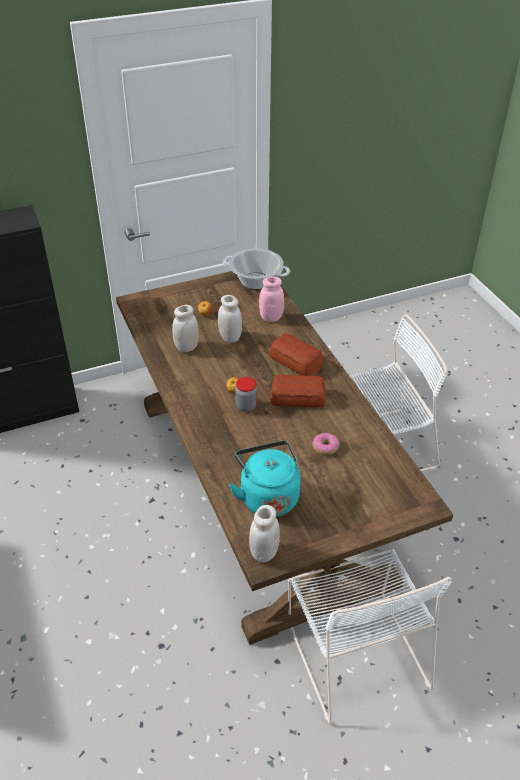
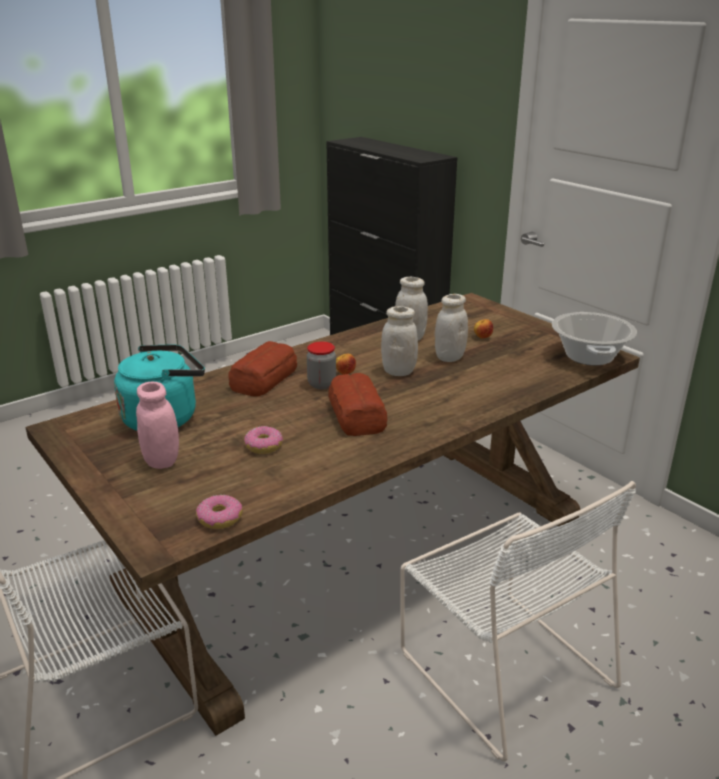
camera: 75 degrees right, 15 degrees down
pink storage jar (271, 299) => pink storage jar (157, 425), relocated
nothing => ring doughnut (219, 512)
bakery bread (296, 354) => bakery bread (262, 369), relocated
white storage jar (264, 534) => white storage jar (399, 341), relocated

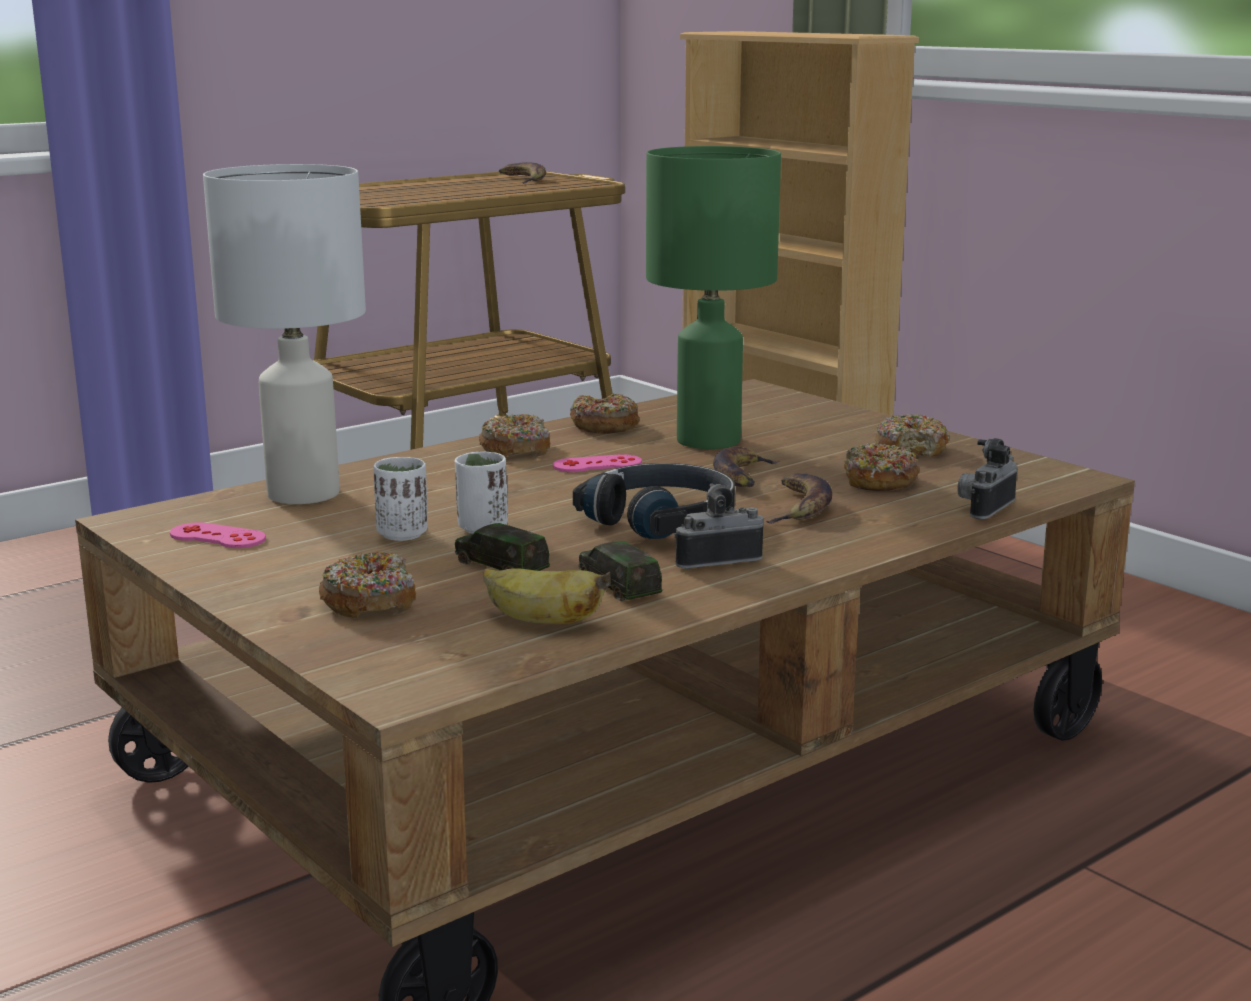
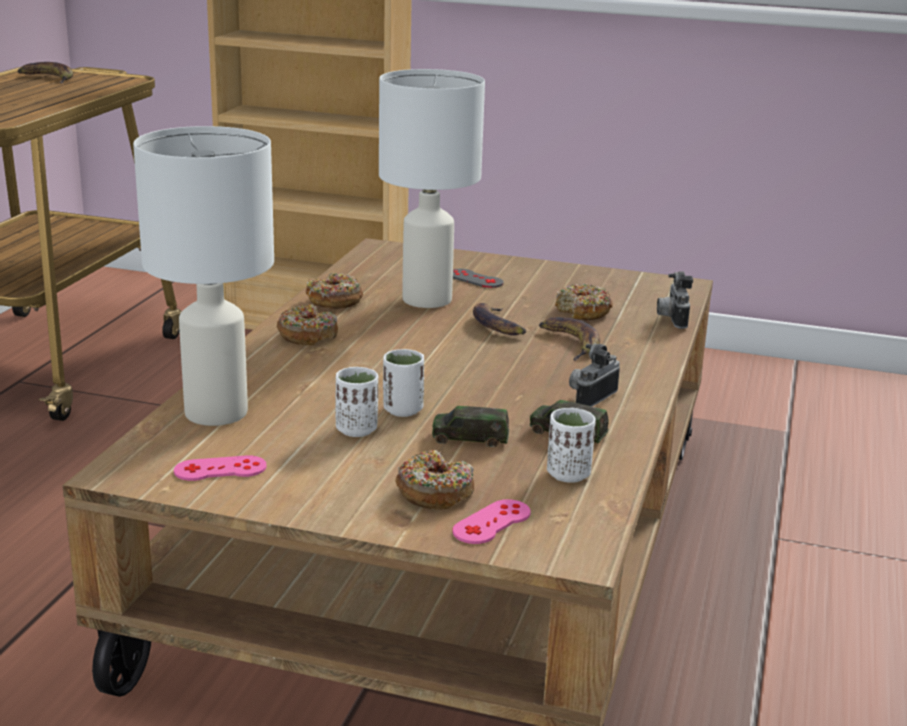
camera: 35 degrees left, 5 degrees up
greenish lamp for a table (713, 297) => white lamp for a table (432, 188)
pink gamepad (597, 463) => pink gamepad (491, 521), relocated
nothing => greyish gamepad (478, 278)
whole banana (547, 596) => white cup (571, 445)
black pair of headphones (654, 501) => nothing
ring doughnut (912, 435) => nothing

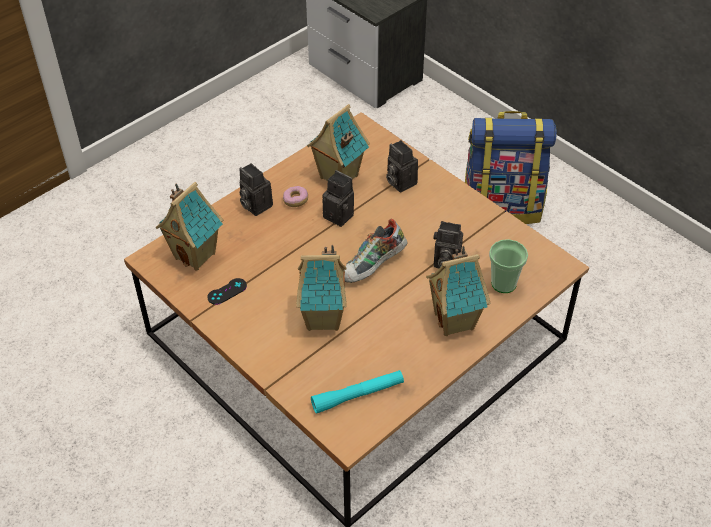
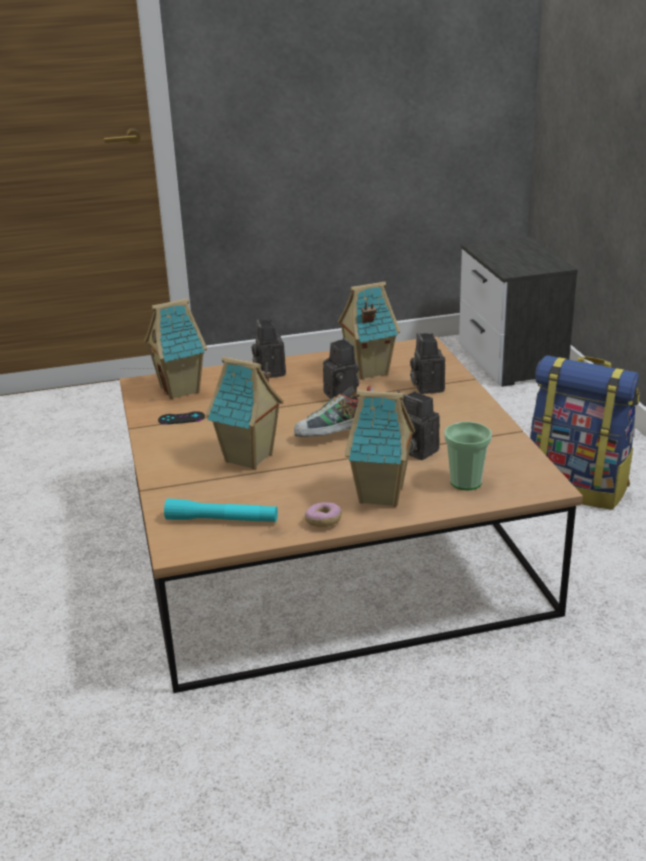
camera: 30 degrees right, 20 degrees down
ring doughnut (295, 196) => ring doughnut (323, 514), relocated

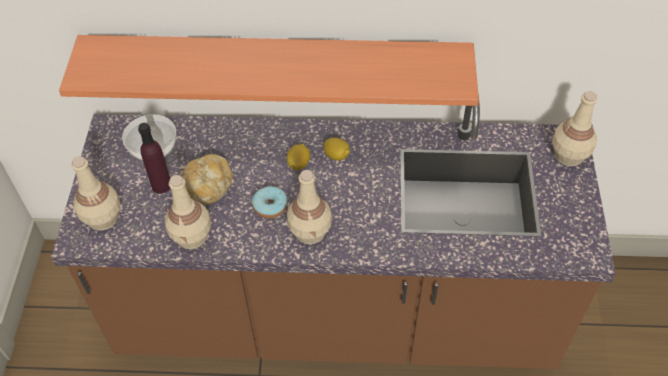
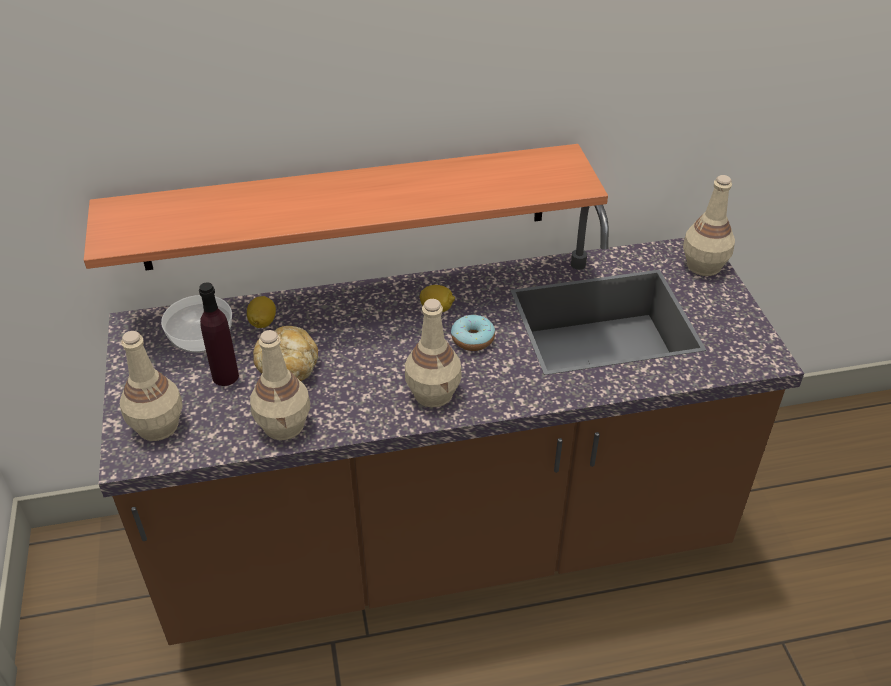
camera: 15 degrees left, 10 degrees down
whole lemon (298, 156) => whole lemon (261, 312), relocated
ring doughnut (270, 202) => ring doughnut (473, 333), relocated

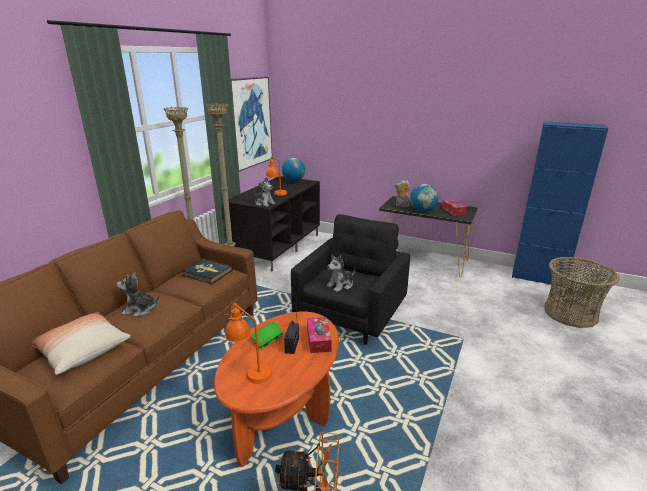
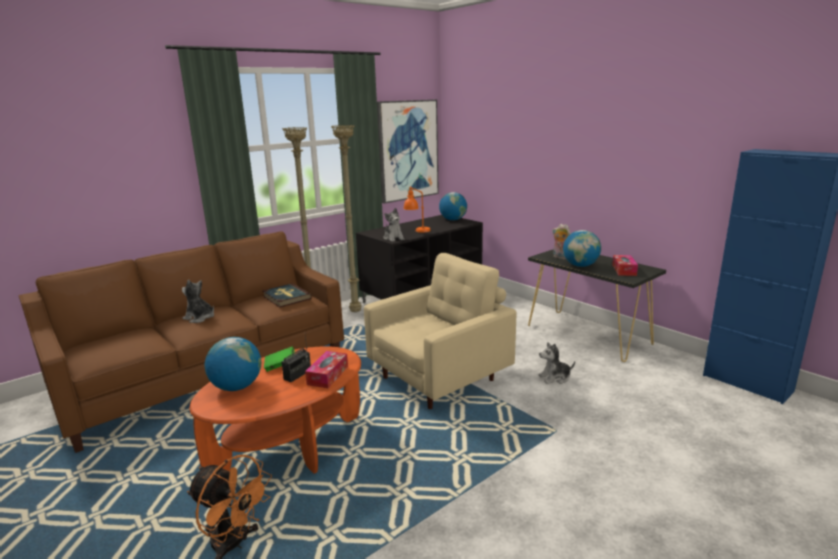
camera: 25 degrees right, 5 degrees down
orange lamp for a table (248, 343) => globe (233, 364)
black armchair (350, 279) => beige armchair (440, 331)
soft toy (341, 273) => soft toy (557, 363), relocated
throw pillow (81, 343) => nothing
storage basket (581, 292) => nothing

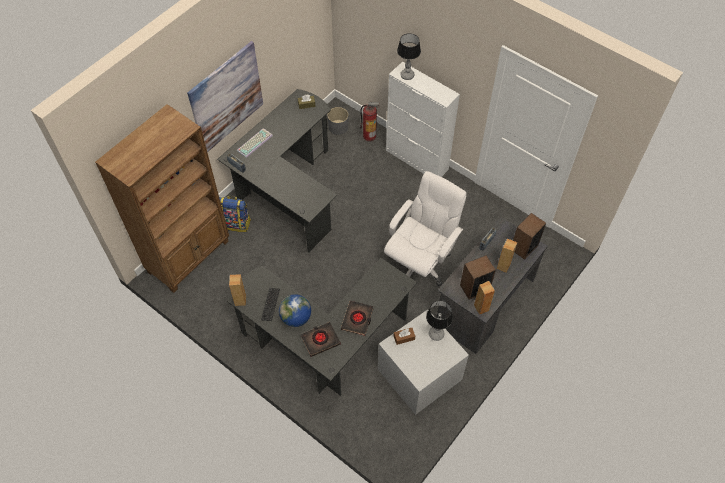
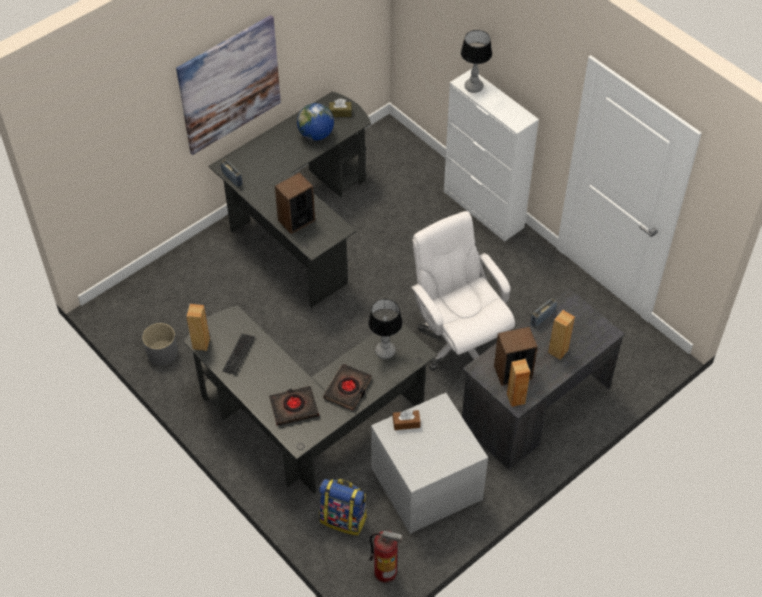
camera: 10 degrees right, 5 degrees down
greyish flower pot (337, 121) => greyish flower pot (160, 344), relocated
speaker (529, 236) => speaker (295, 203), relocated
globe (295, 310) => globe (315, 122), relocated
knapsack (235, 214) => knapsack (343, 507), relocated
lamp for a table (439, 320) => lamp for a table (385, 329), relocated
fire-fighting cylinder (370, 122) => fire-fighting cylinder (385, 556), relocated
white office chair (425, 228) => white office chair (463, 291), 75 degrees counterclockwise
brownish bookcase (162, 198) => nothing
keyboard (255, 143) => nothing

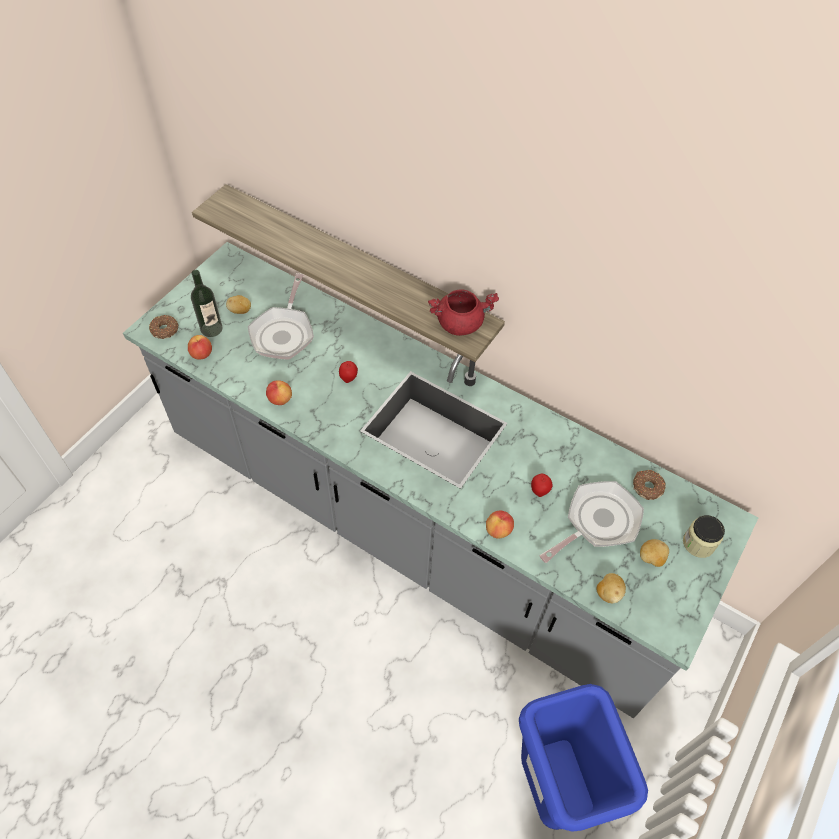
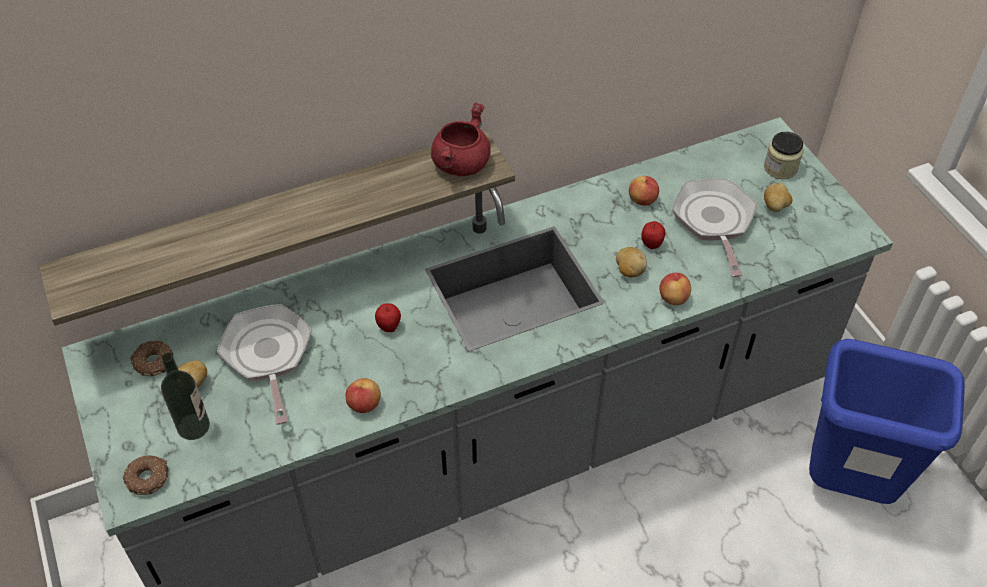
camera: 55 degrees left, 5 degrees down
ring doughnut (649, 485) => ring doughnut (151, 358), relocated
pan (281, 316) => pan (264, 364), 150 degrees counterclockwise
whole potato (611, 588) => whole potato (631, 262), relocated
whole apple (200, 347) => whole apple (644, 191), relocated

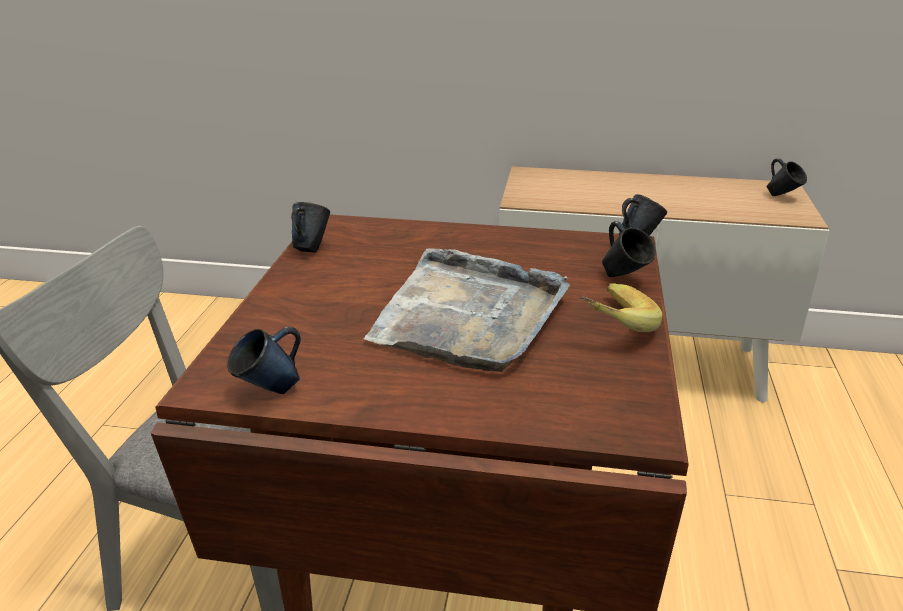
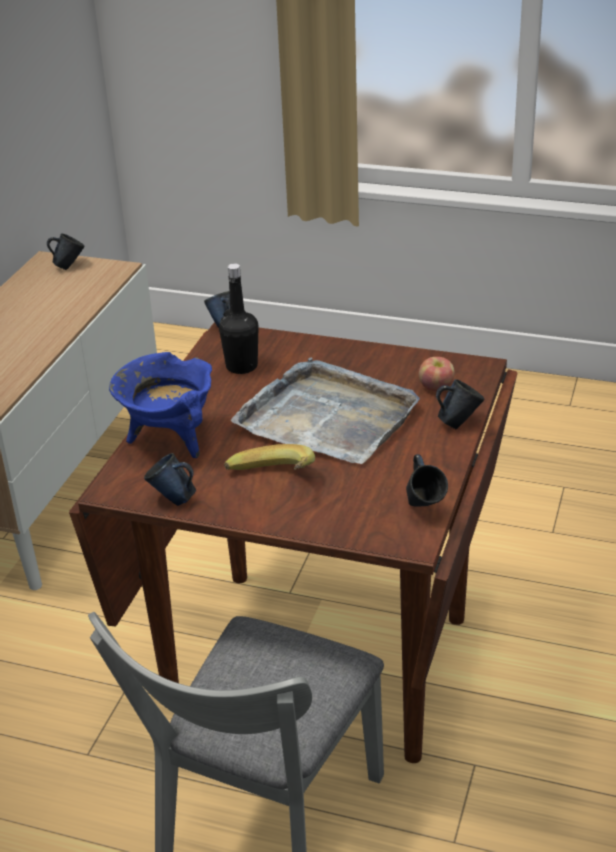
camera: 80 degrees left, 5 degrees up
nothing => blue saucepot (160, 405)
nothing => black bottle (239, 318)
whole banana (621, 307) => whole banana (269, 457), relocated
nothing => whole apple (437, 374)
blue mug (629, 249) => blue mug (460, 404), relocated

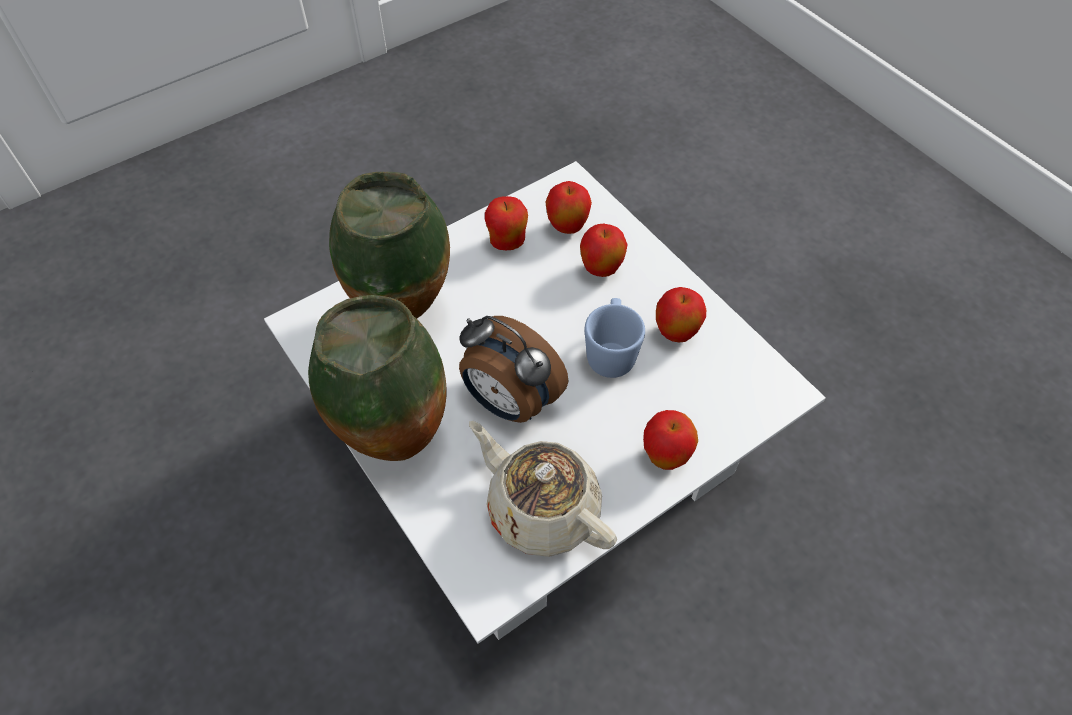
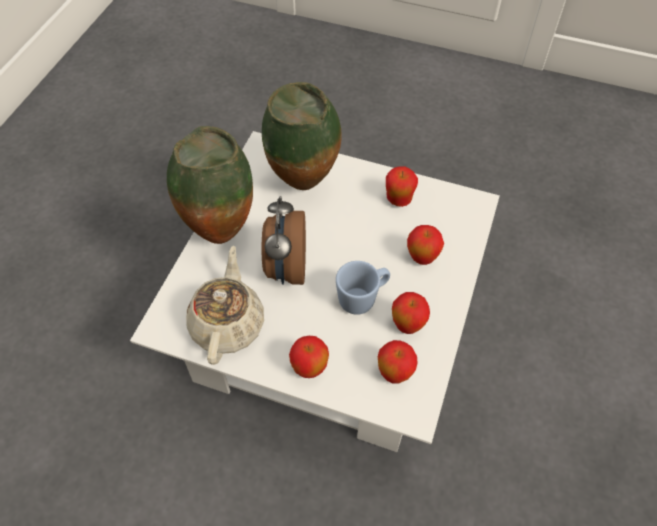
camera: 55 degrees right, 0 degrees up
whole apple (568, 207) => whole apple (398, 362), relocated

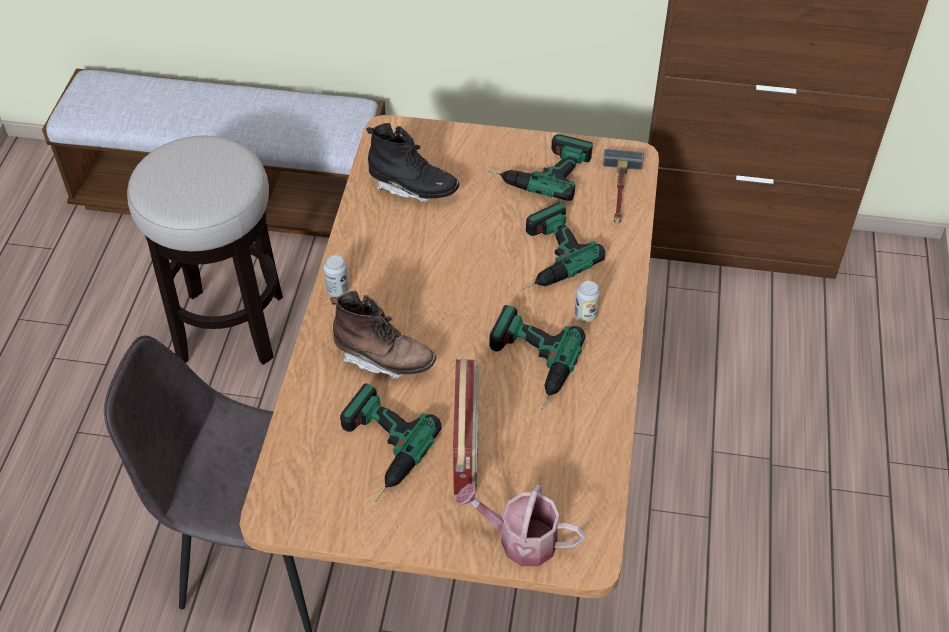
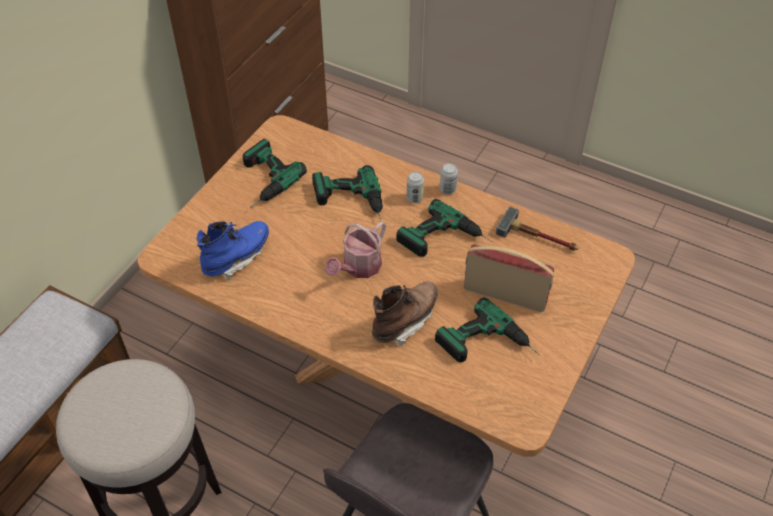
camera: 70 degrees left, 0 degrees up
black boot (412, 162) => blue boot (233, 250)
watering pot (520, 525) => watering pot (355, 250), relocated
can (336, 275) => can (449, 179), relocated
tool hammer (623, 186) => tool hammer (537, 228), relocated

